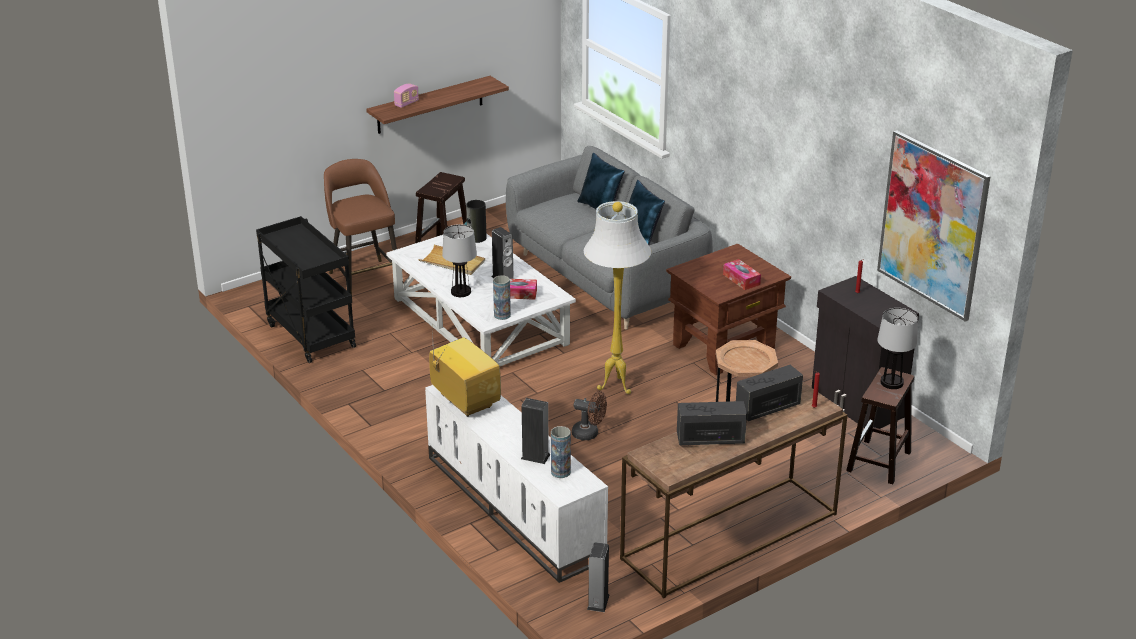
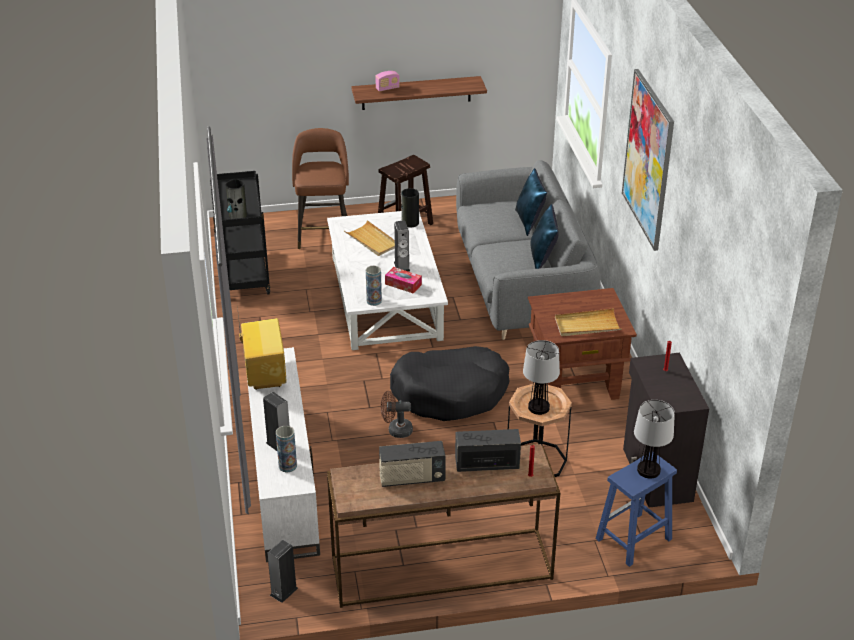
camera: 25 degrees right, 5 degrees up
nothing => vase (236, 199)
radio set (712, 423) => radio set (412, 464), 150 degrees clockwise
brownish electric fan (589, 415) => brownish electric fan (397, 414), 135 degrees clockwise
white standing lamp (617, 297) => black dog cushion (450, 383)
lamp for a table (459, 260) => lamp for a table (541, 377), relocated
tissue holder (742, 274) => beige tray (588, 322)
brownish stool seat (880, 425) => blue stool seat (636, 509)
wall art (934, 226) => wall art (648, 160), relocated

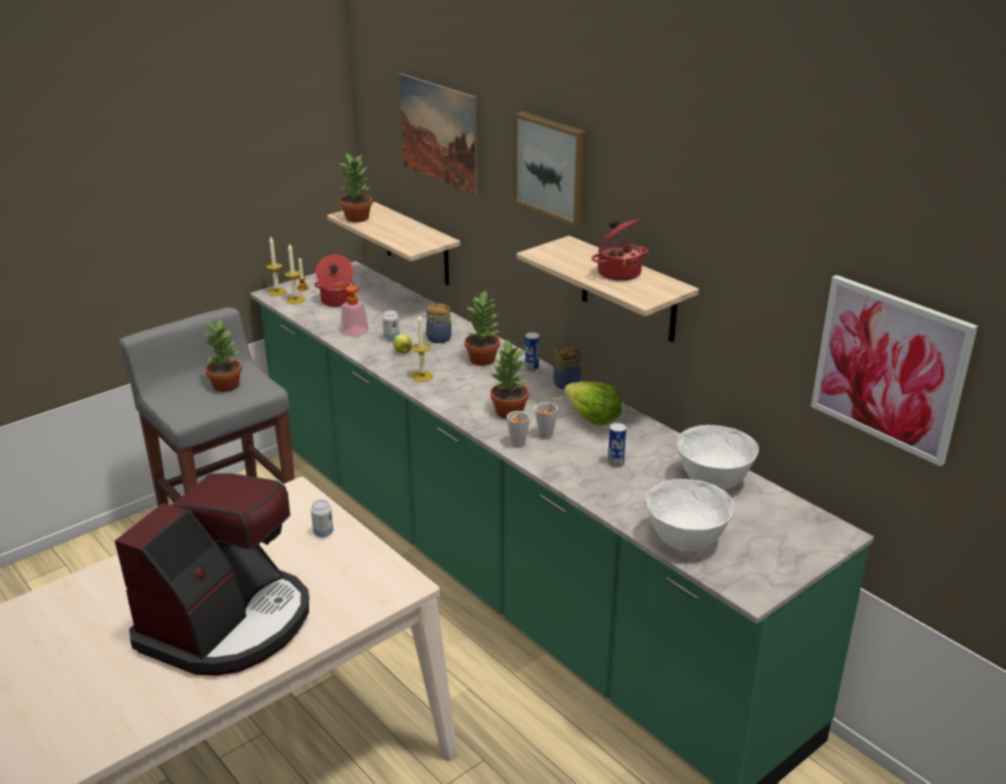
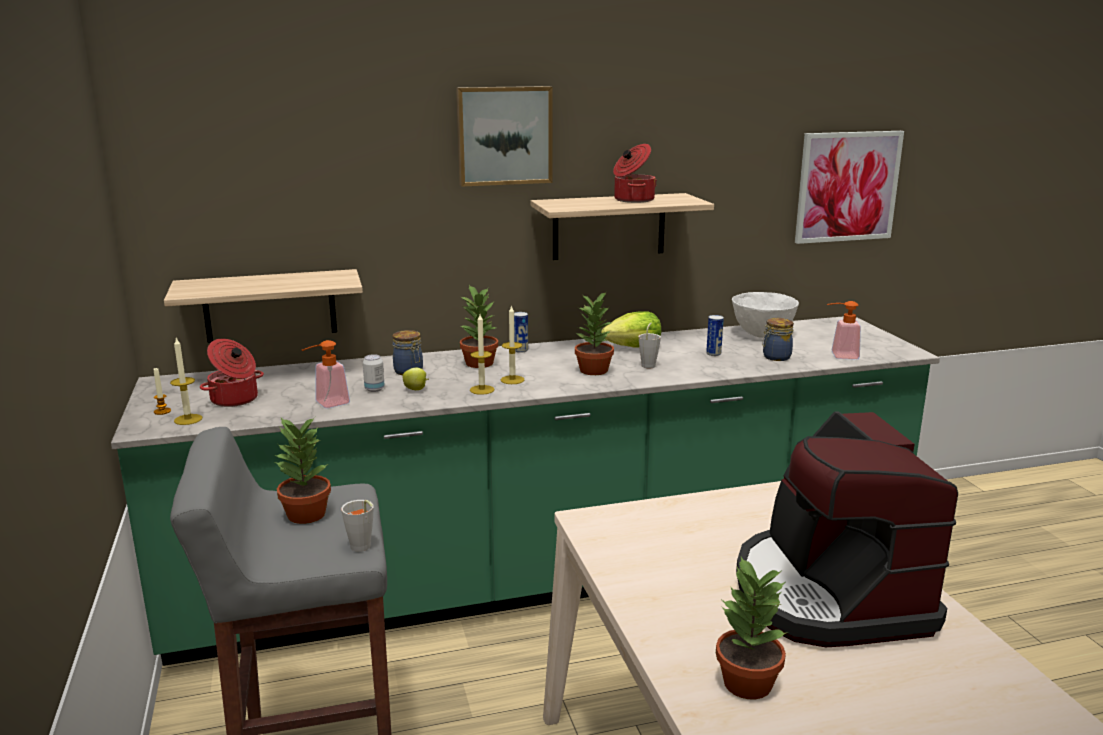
camera: 65 degrees left, 10 degrees down
greyish cup (518, 429) => greyish cup (357, 526), relocated
wax candle (276, 266) => wax candle (512, 344), relocated
houseplant (355, 187) => houseplant (752, 628), relocated
coffee machine (212, 574) => coffee machine (847, 529), 150 degrees counterclockwise
storage jar (567, 367) => storage jar (778, 339), relocated
white deep dish (690, 515) => soap bottle (844, 330)
can (322, 518) => nothing
wall art (438, 134) => nothing

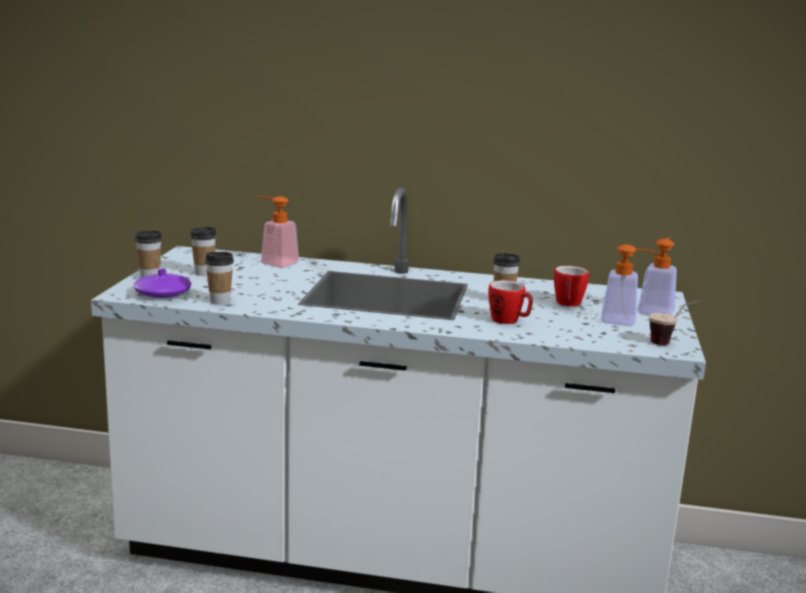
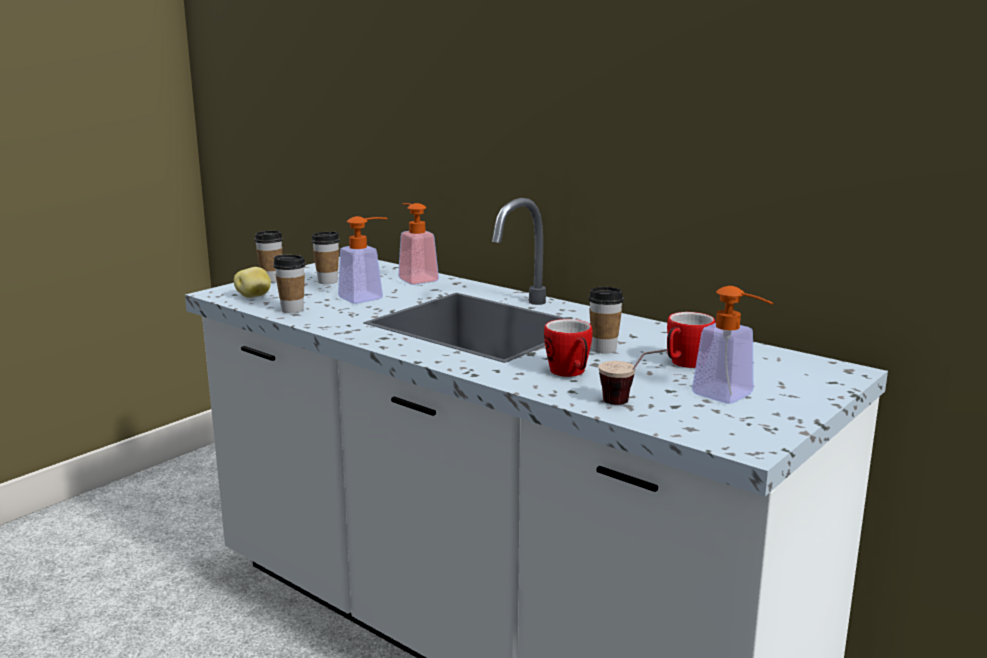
camera: 30 degrees right, 0 degrees up
purple-coloured vase (162, 283) => whole potato (252, 282)
soap bottle (657, 276) => soap bottle (362, 260), relocated
cup (675, 322) => cup (632, 377), relocated

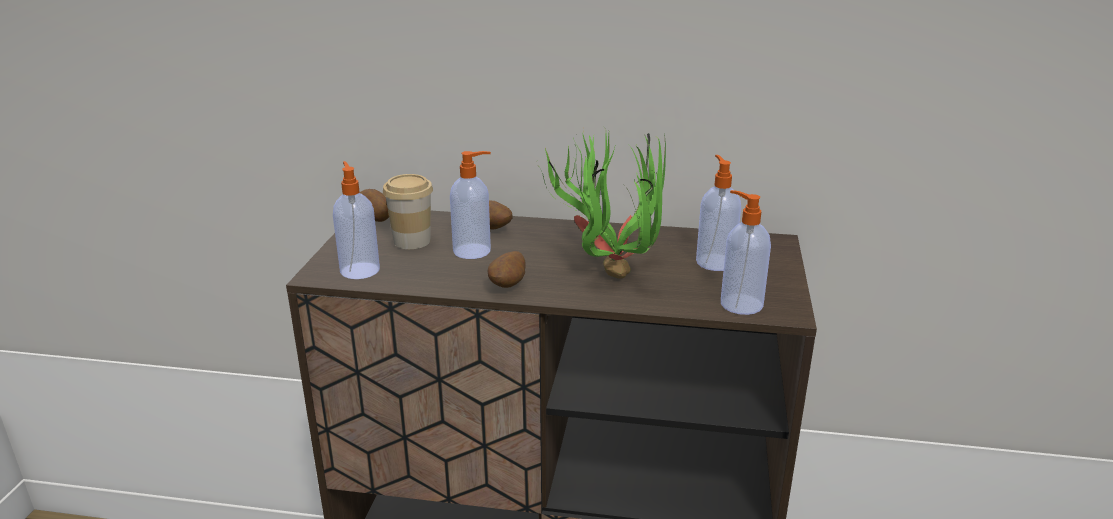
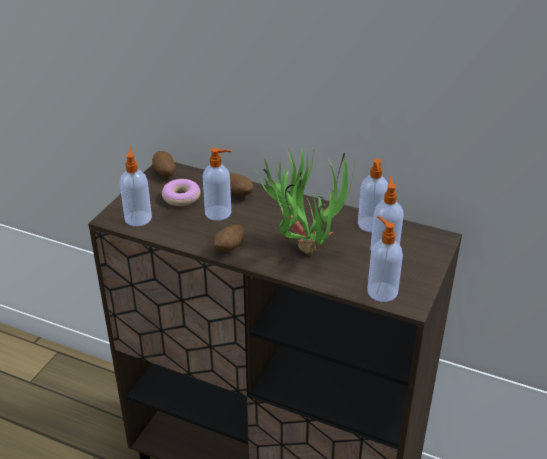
camera: 15 degrees right, 10 degrees up
cup (408, 211) => ring doughnut (181, 192)
nothing => soap bottle (373, 195)

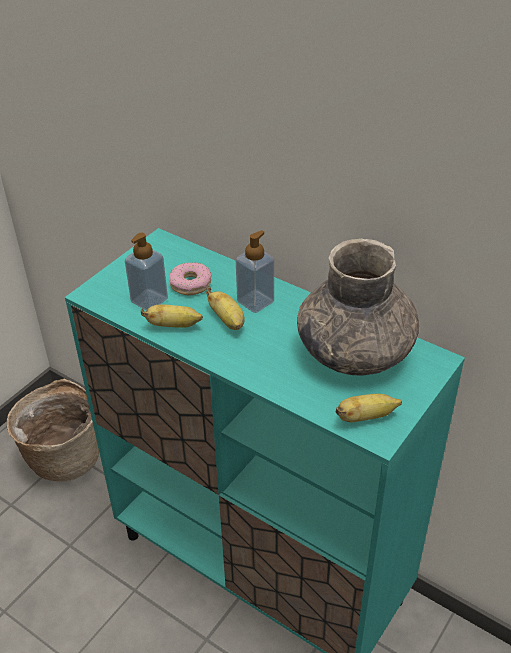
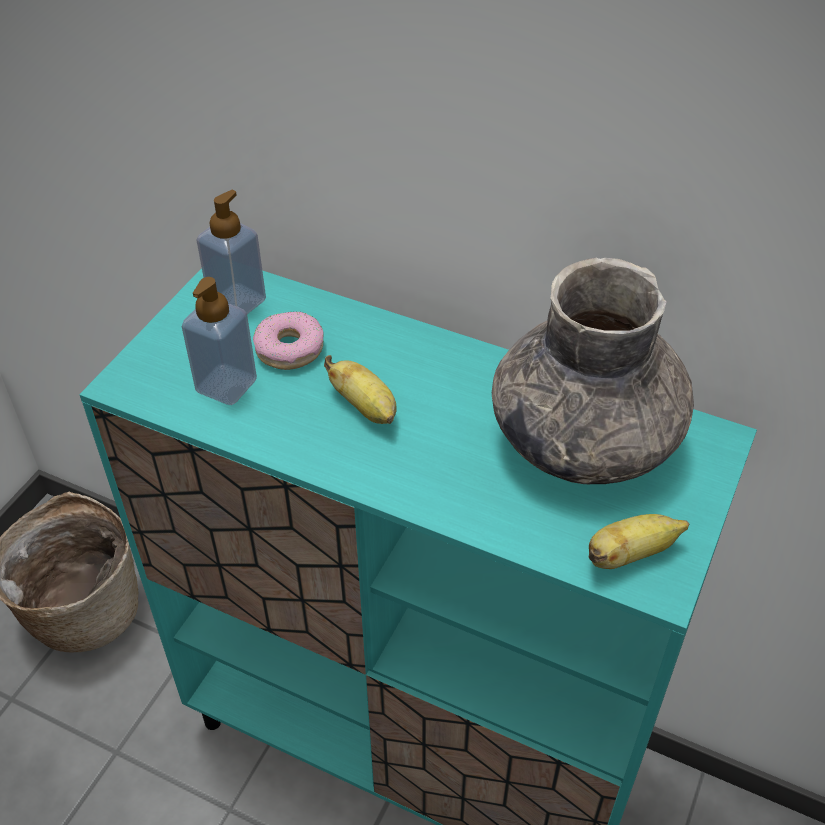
camera: 10 degrees left, 5 degrees up
soap bottle (255, 271) => soap bottle (231, 252), relocated
whole banana (172, 316) => nothing

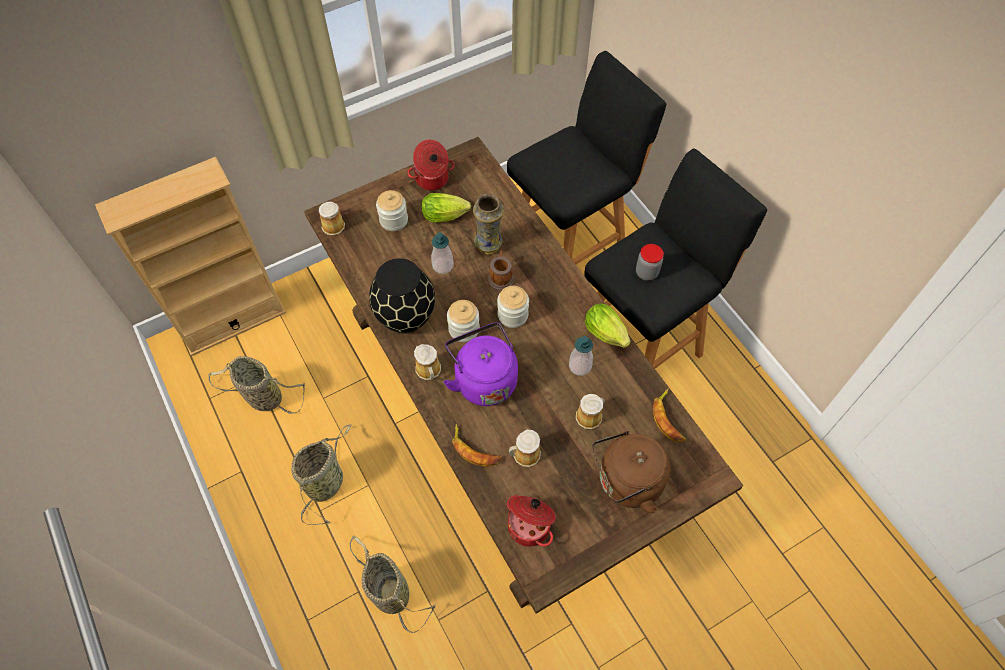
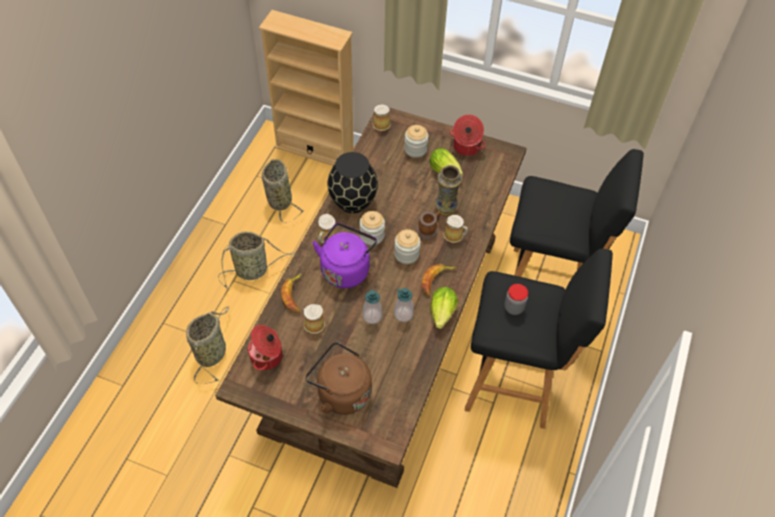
camera: 50 degrees right, 5 degrees down
soap bottle (442, 253) => soap bottle (372, 307), relocated
whole banana (669, 415) => whole banana (439, 280), relocated
mug (590, 411) => mug (456, 229), relocated

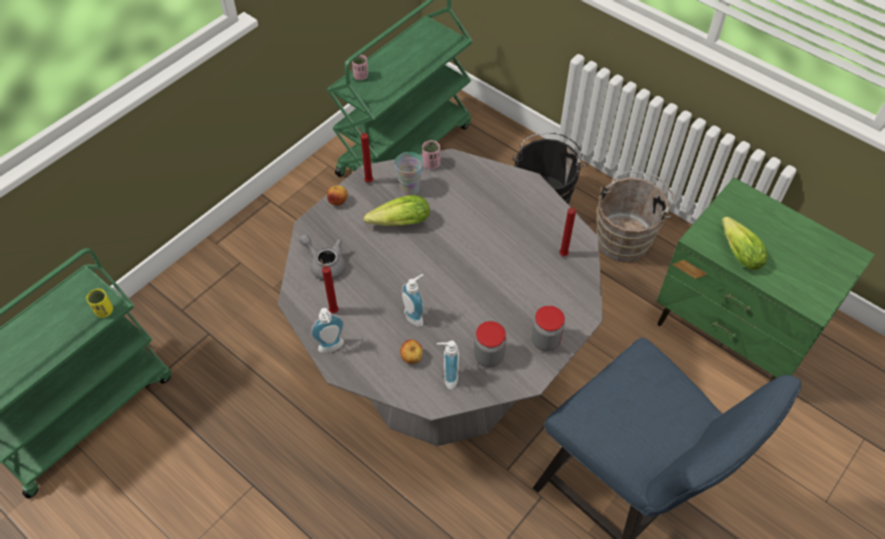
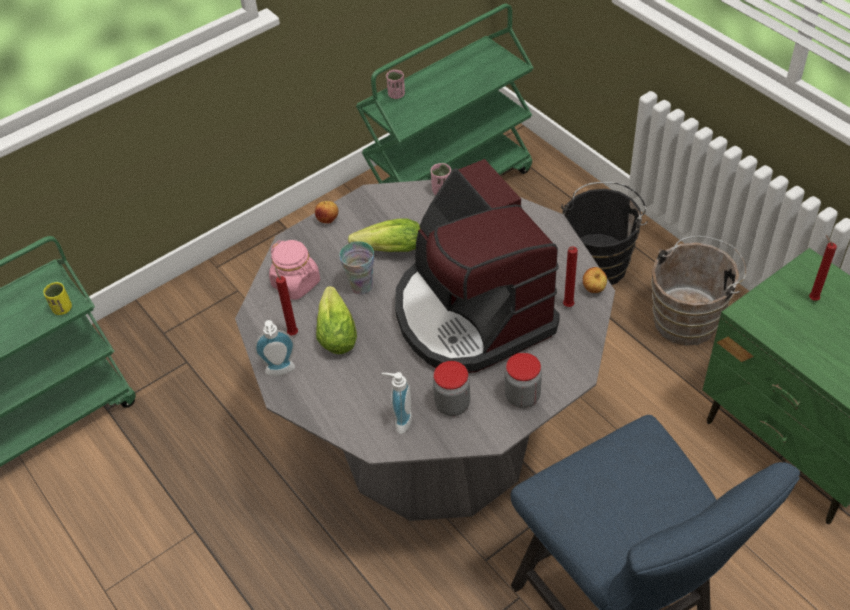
camera: 15 degrees right, 5 degrees down
greyish teapot (322, 257) => pink storage jar (294, 270)
lettuce head (745, 243) => lettuce head (336, 320), relocated
cup (408, 173) => cup (356, 267), relocated
nothing => coffee machine (477, 266)
whole apple (411, 351) => whole apple (595, 280), relocated
red wax candle (365, 154) => red wax candle (823, 268), relocated
soap bottle (413, 300) => nothing

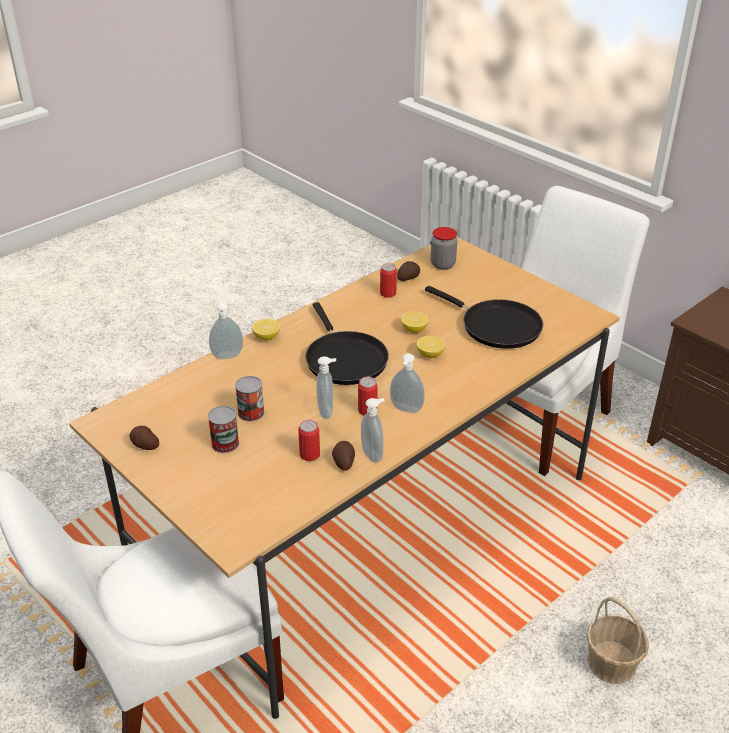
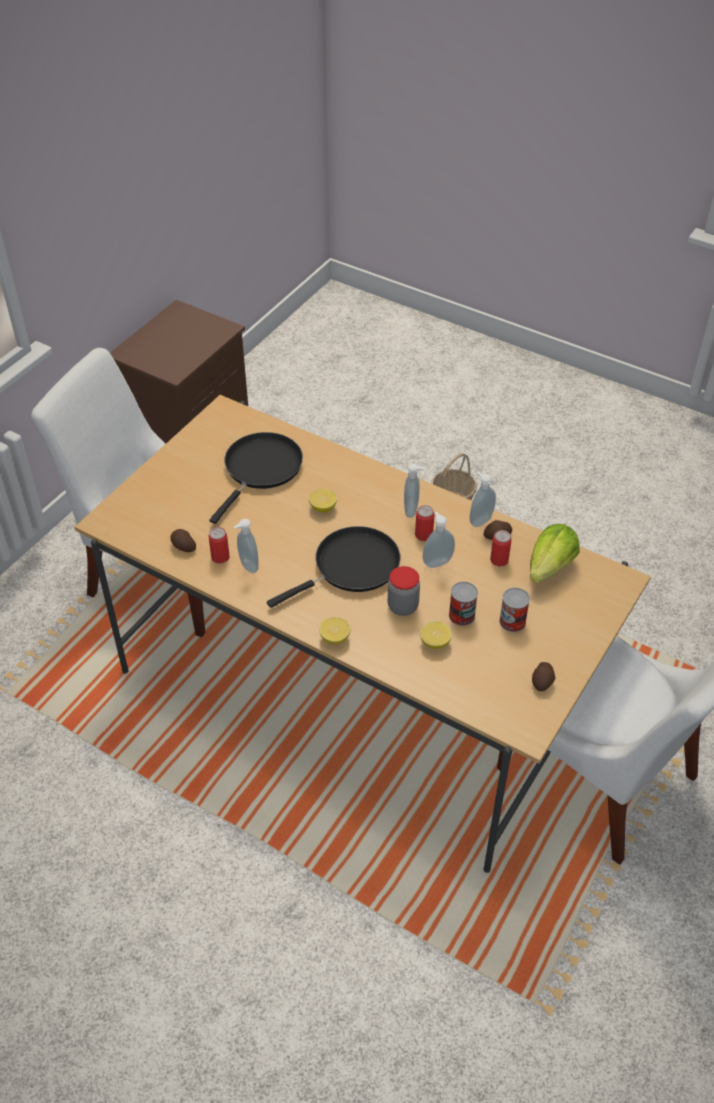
camera: 105 degrees left, 10 degrees up
soap bottle (226, 329) => soap bottle (246, 546), relocated
storage jar (443, 248) => storage jar (404, 591), relocated
whole lemon (415, 322) => whole lemon (436, 635), relocated
nothing => lettuce head (555, 553)

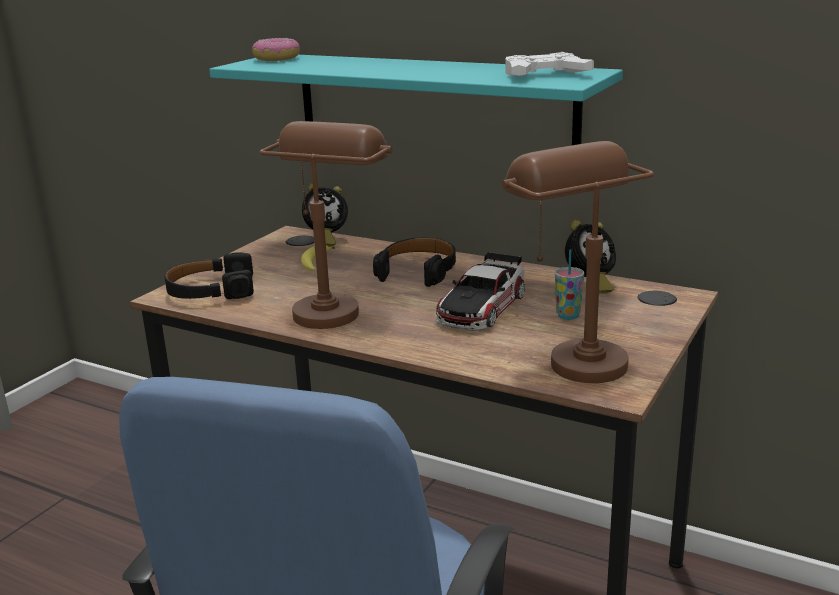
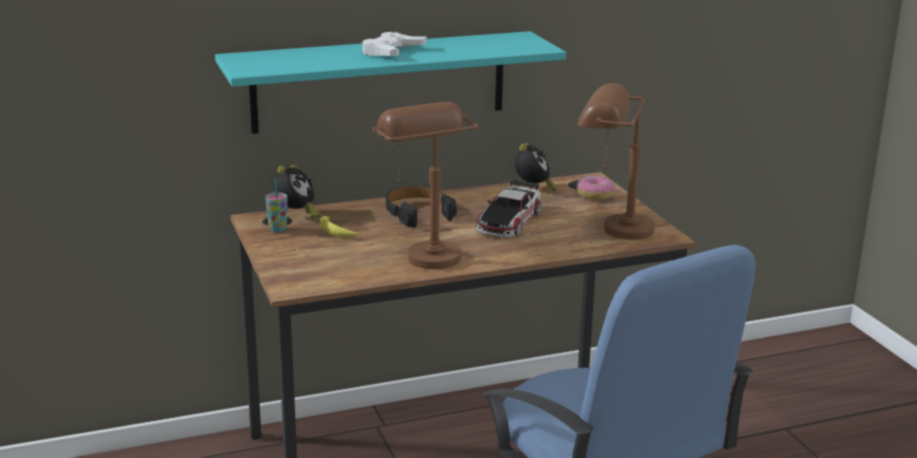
camera: 50 degrees left, 0 degrees up
cup (569, 284) => cup (276, 205), relocated
white gamepad (549, 64) => white gamepad (394, 44), relocated
model car (480, 291) => model car (508, 208), 45 degrees clockwise
ring doughnut (276, 49) => ring doughnut (595, 188), relocated
black pair of headphones (209, 275) => nothing

